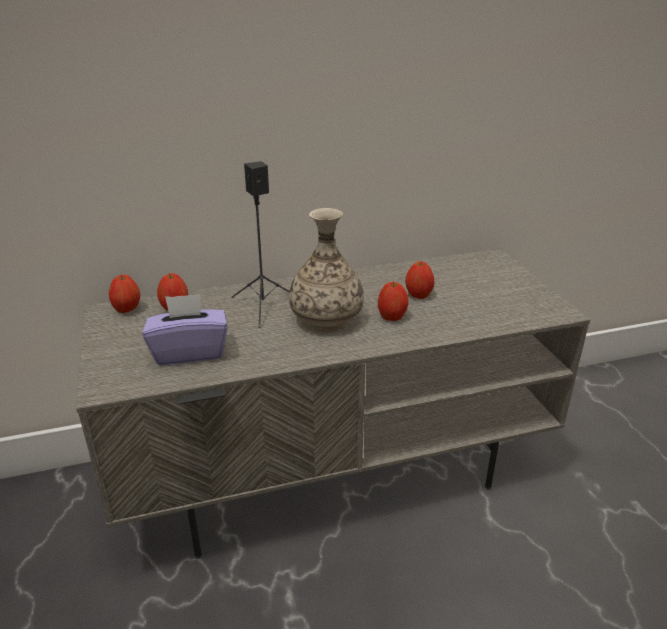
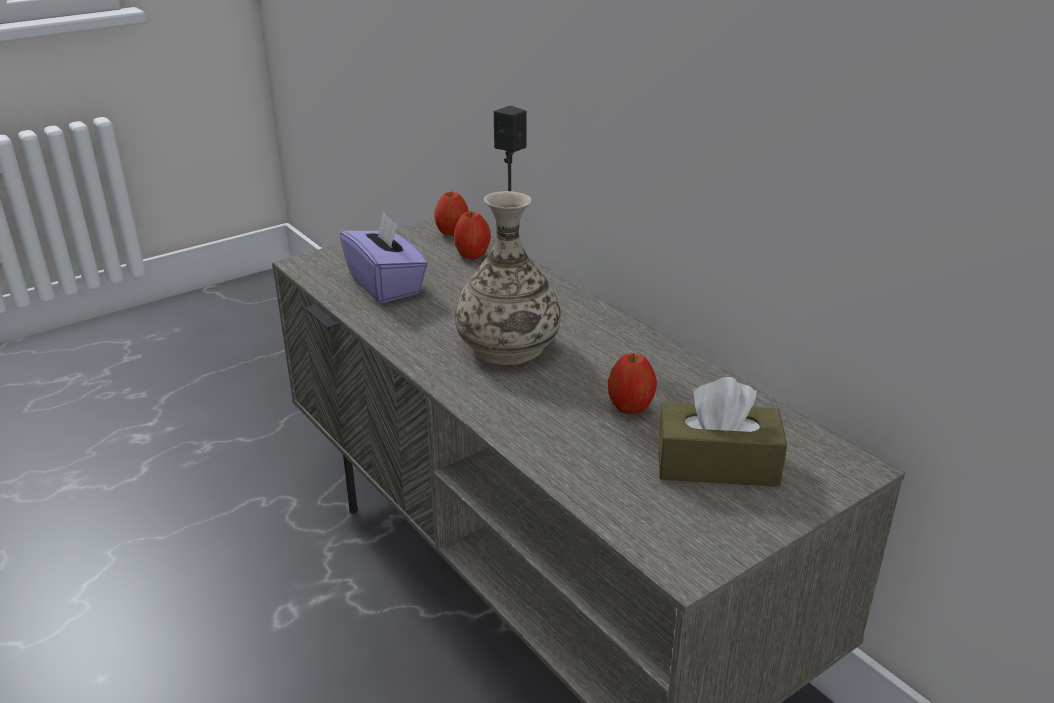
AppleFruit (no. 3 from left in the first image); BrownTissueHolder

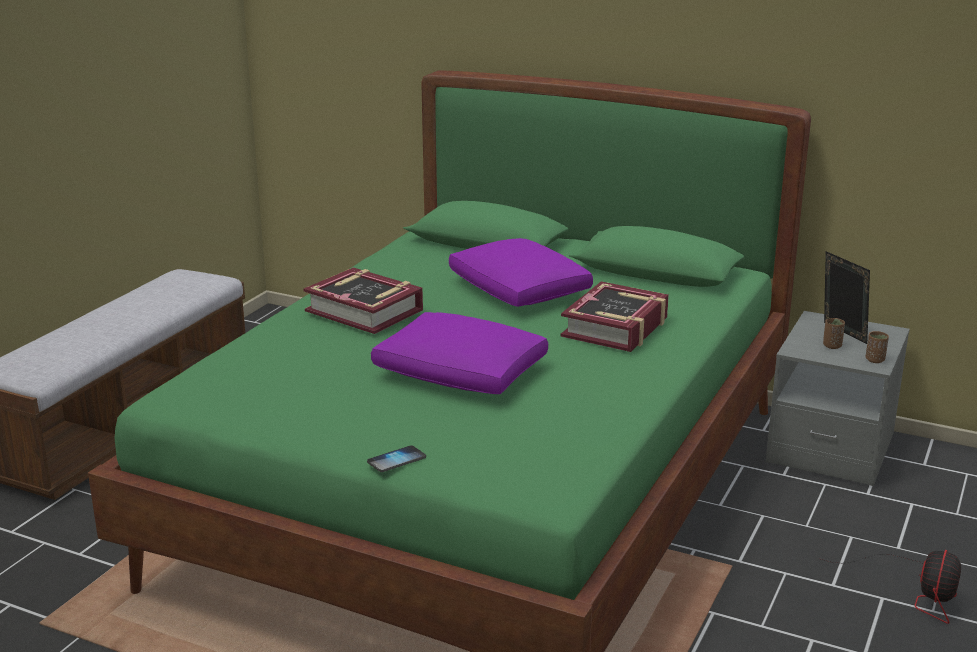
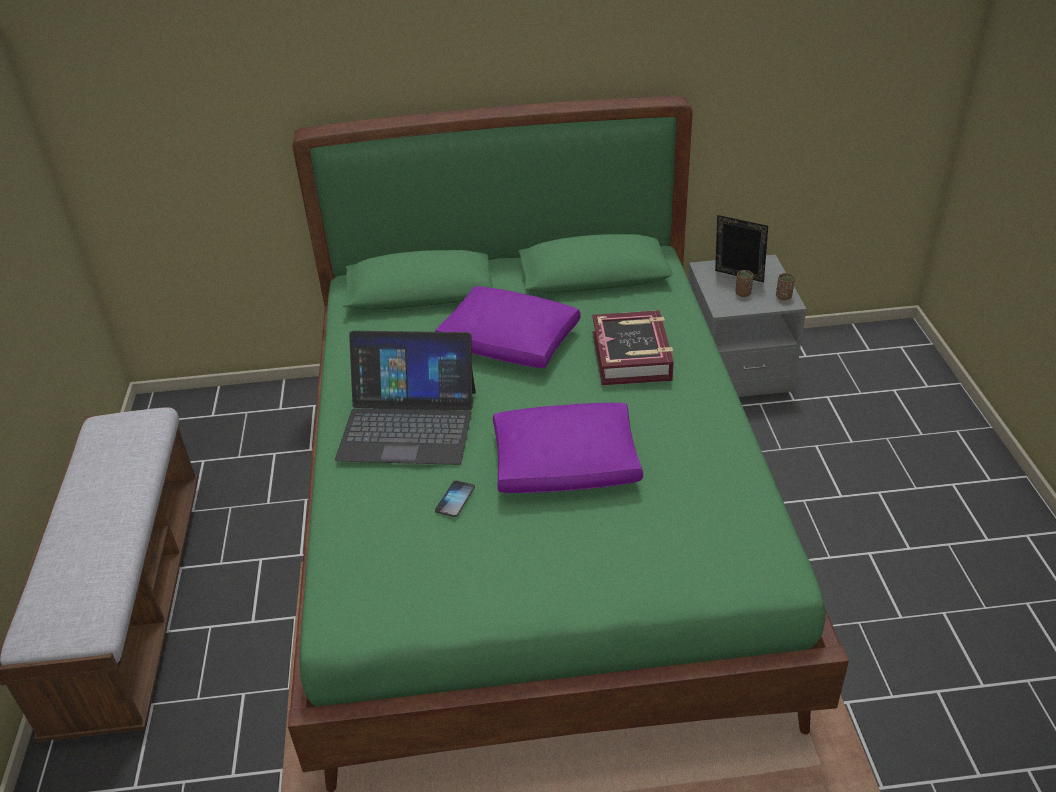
NotebookComputer; Phone; ElectricFan

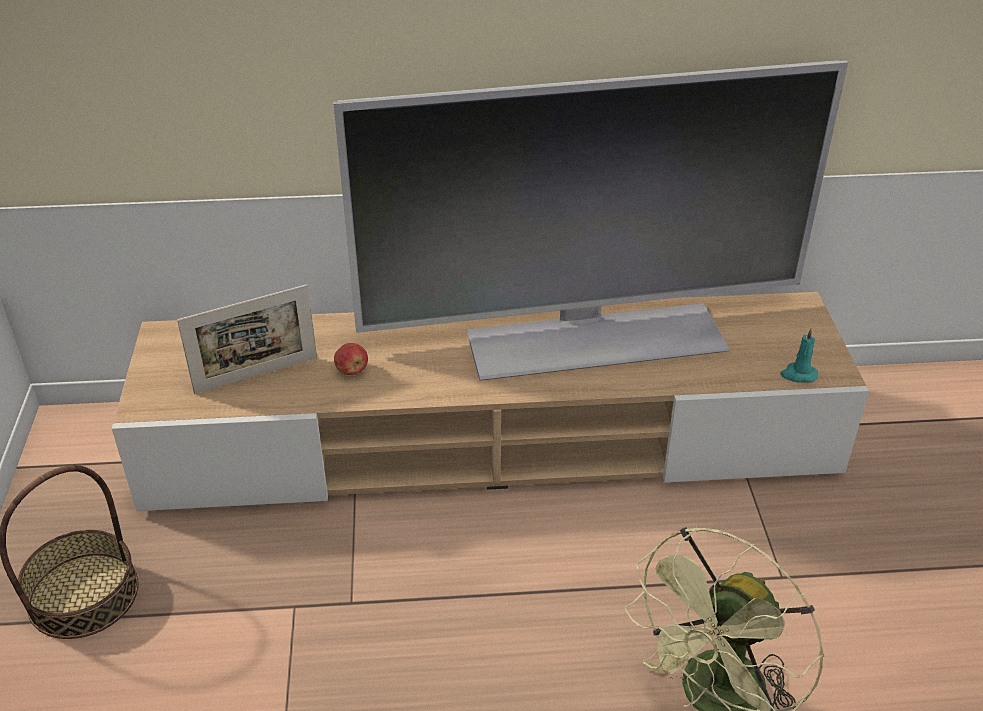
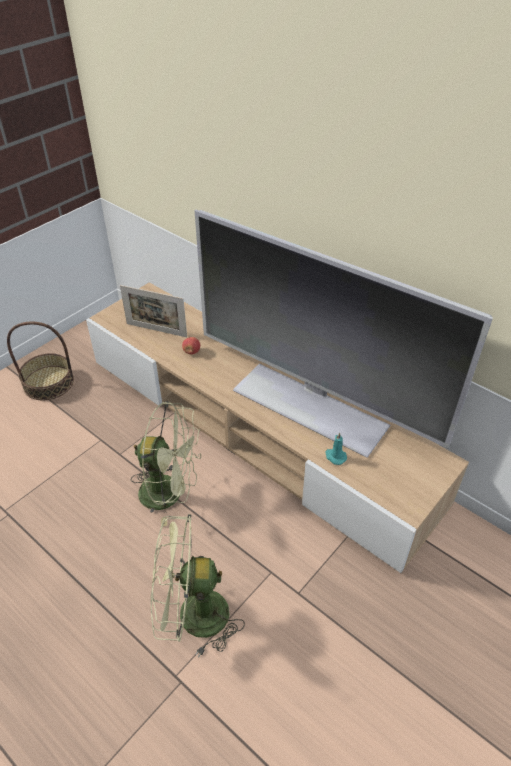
TurquoiseWaxLight; GreenColouredElectricFan (no. 1 from left)

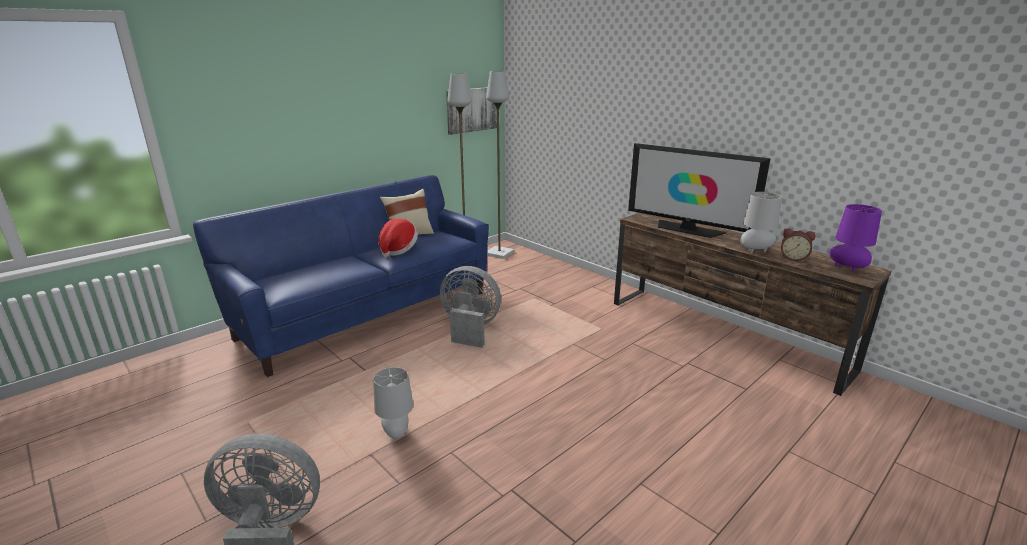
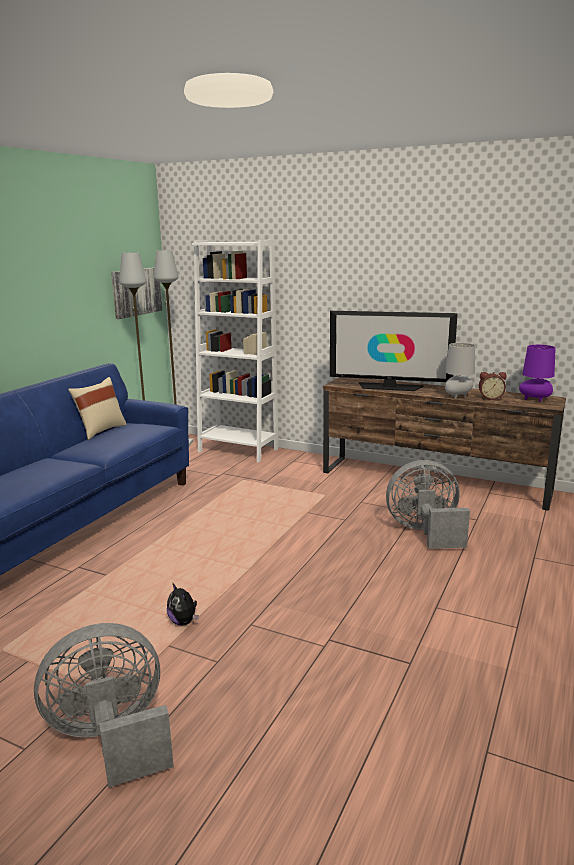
CuddlyToy; ClothingHat; GreyElectricFan (no. 2 from left); WhitishShelvingUnit

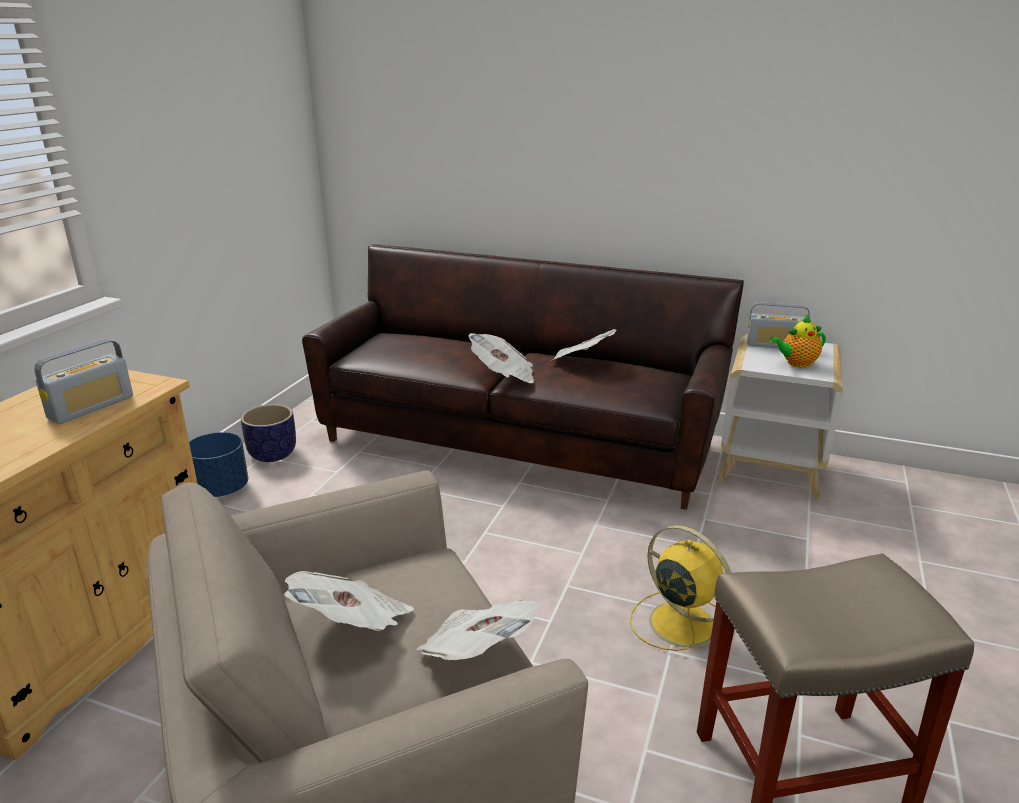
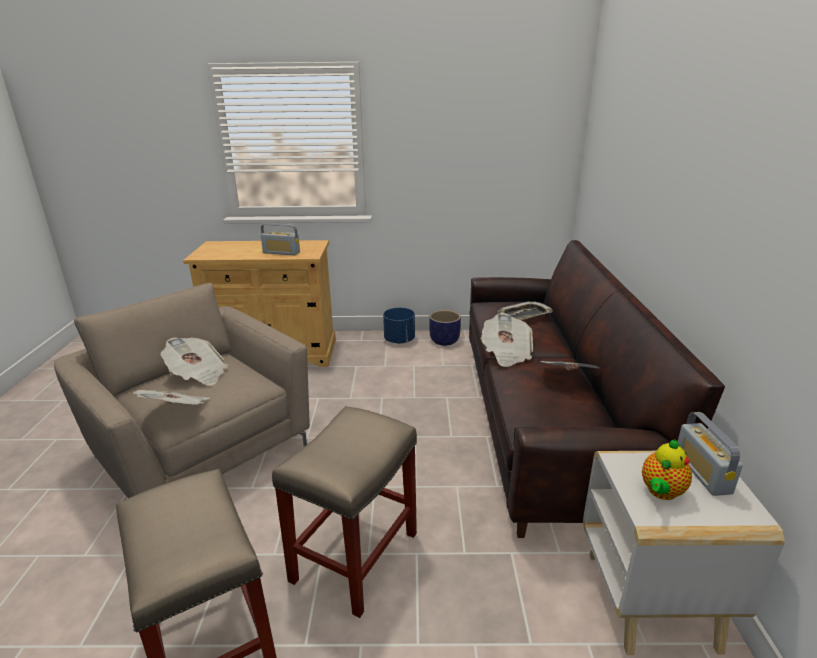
BeigeSittingStool (no. 2 from left); TeaPot; Tray

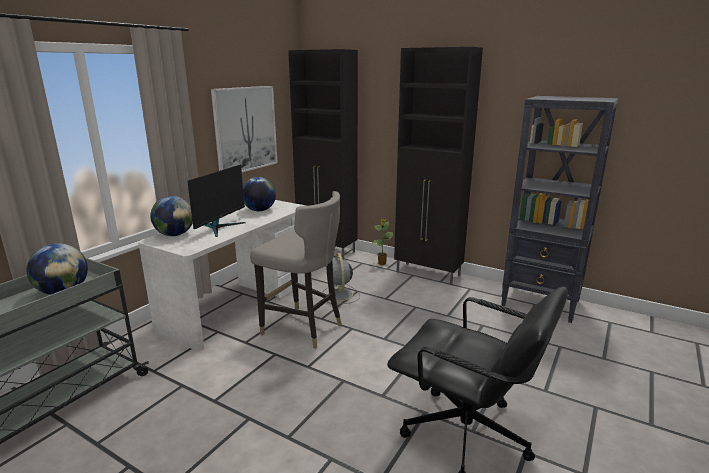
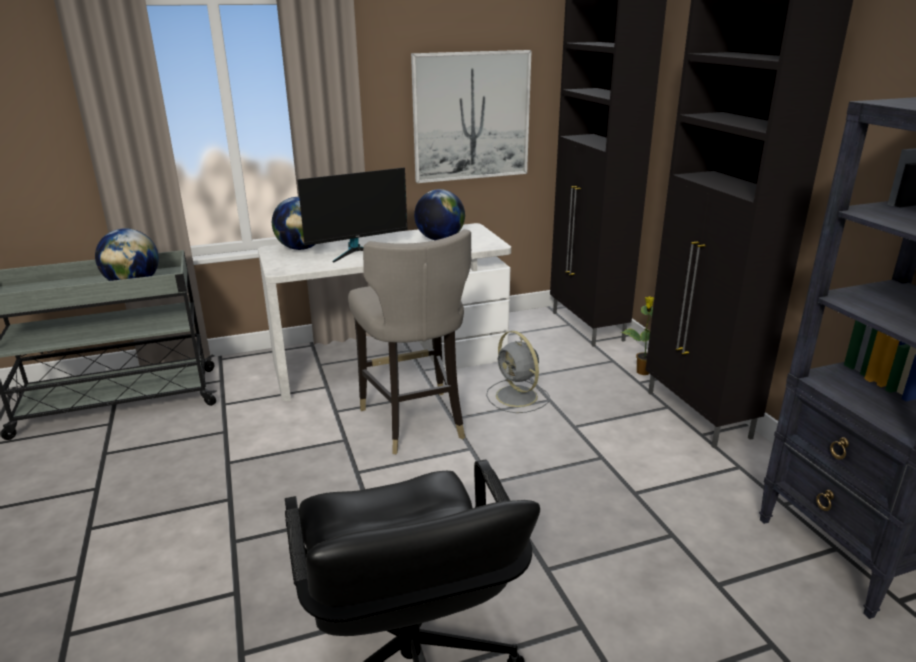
GreyElectricFan

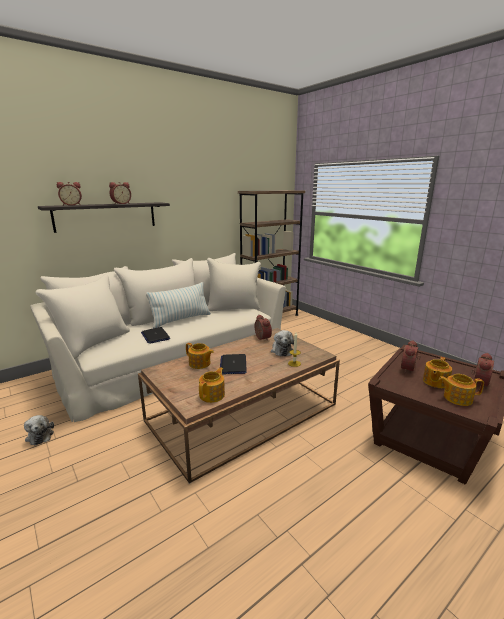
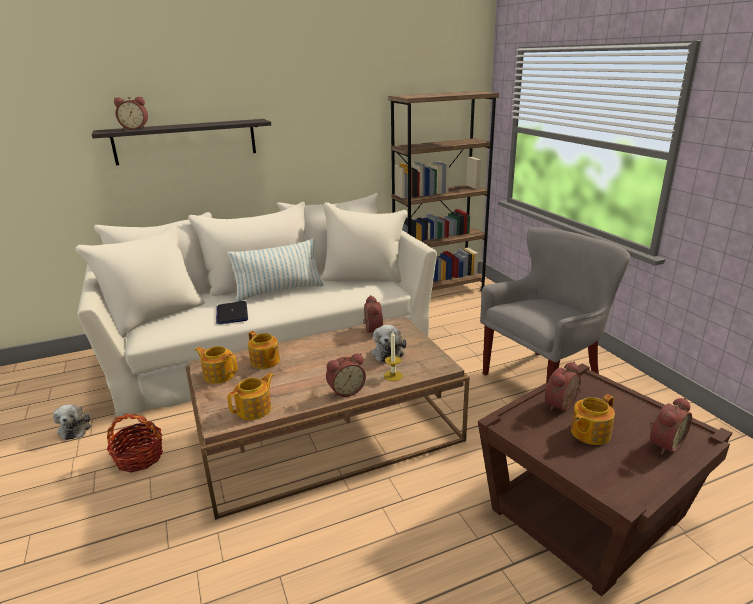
AlarmClock (no. 2 from left); NotebookComputer (no. 2 from left in the first image); TeaPot (no. 1 from left); StorageBasket; GreyLoungeChair

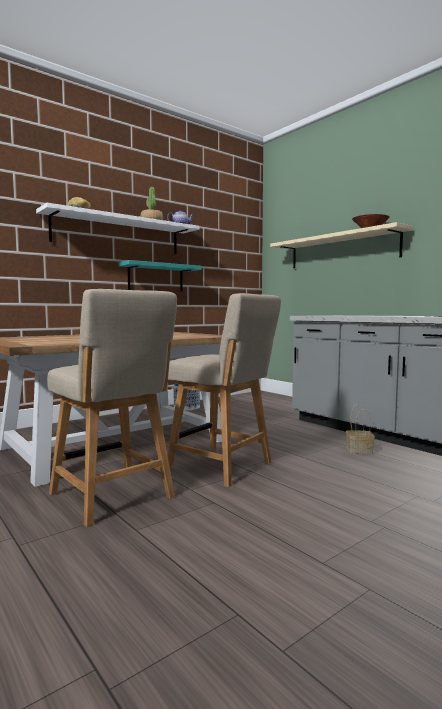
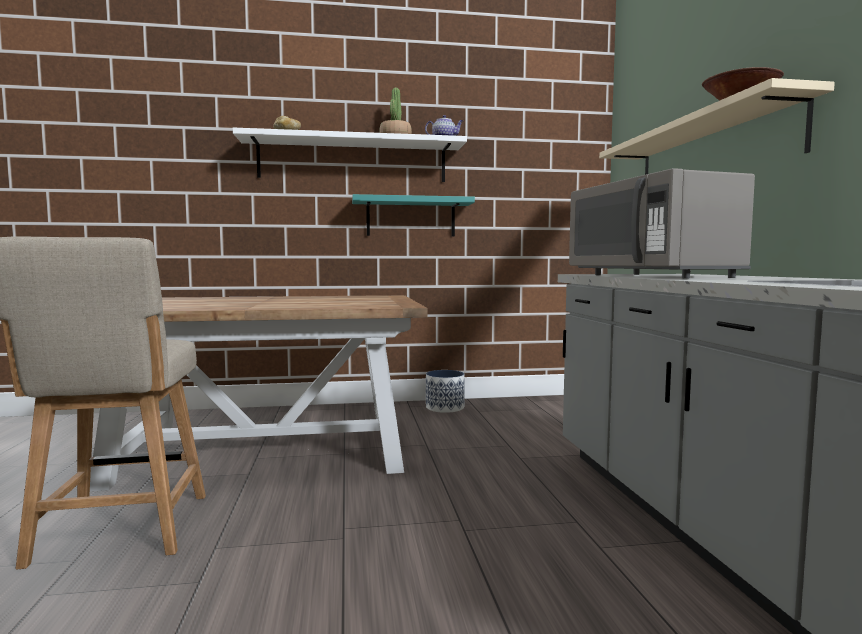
BeigeUprightChair (no. 2 from left in the first image); StorageBasket; GreyMicrowave

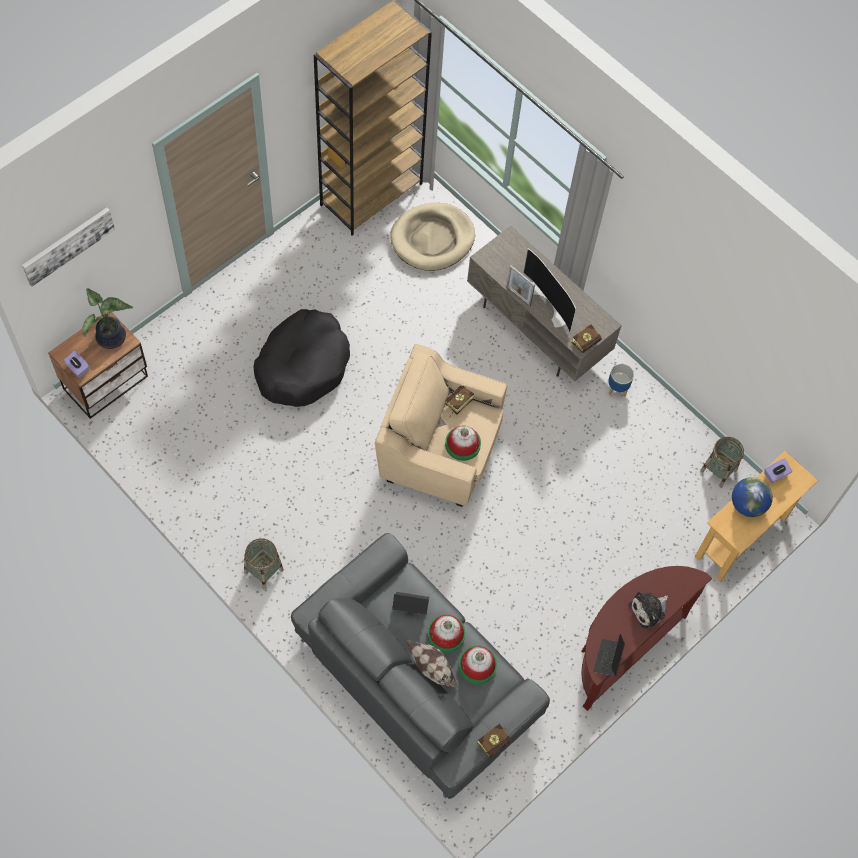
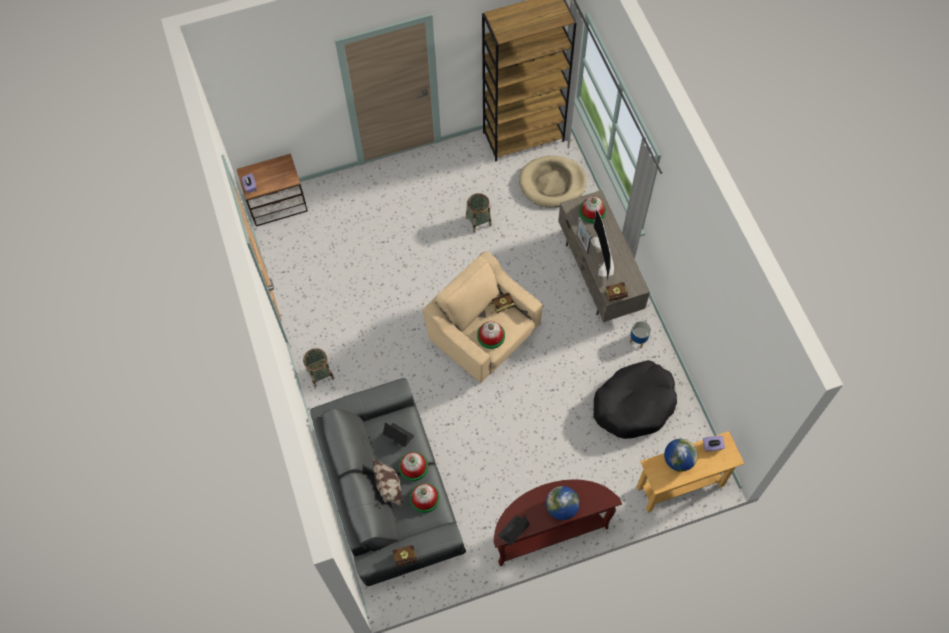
Picture; Houseplant; BlackColouredPetBed; DeskGlobe (no. 1 from left); StorageBasket (no. 2 from left); ClothingHat (no. 4 from left)

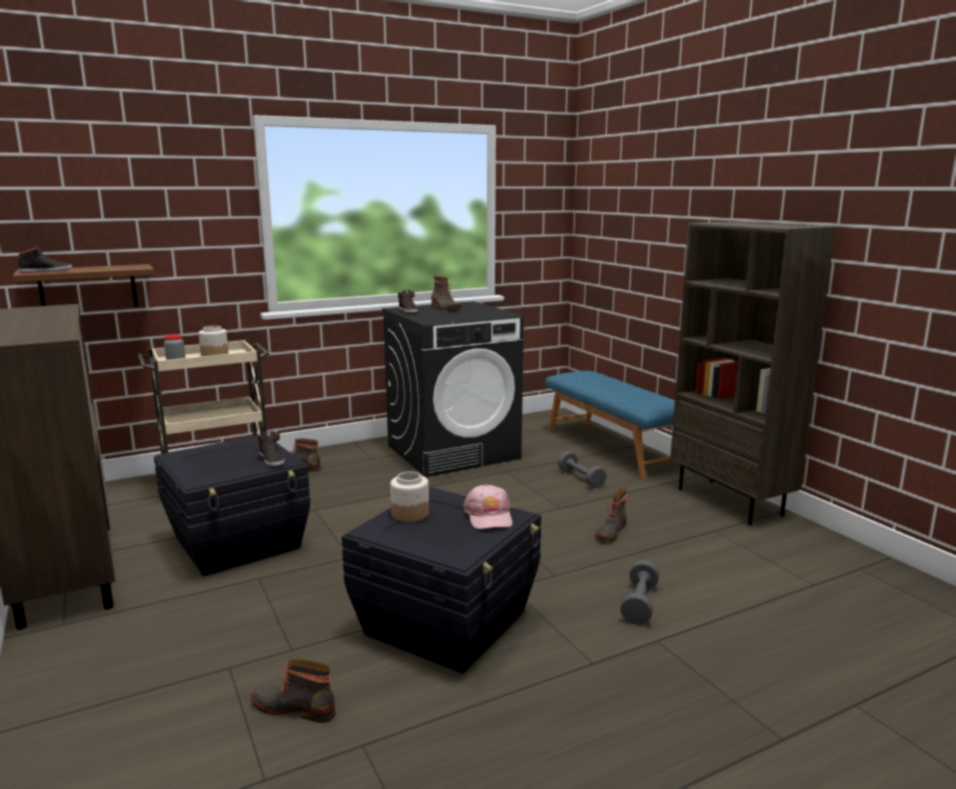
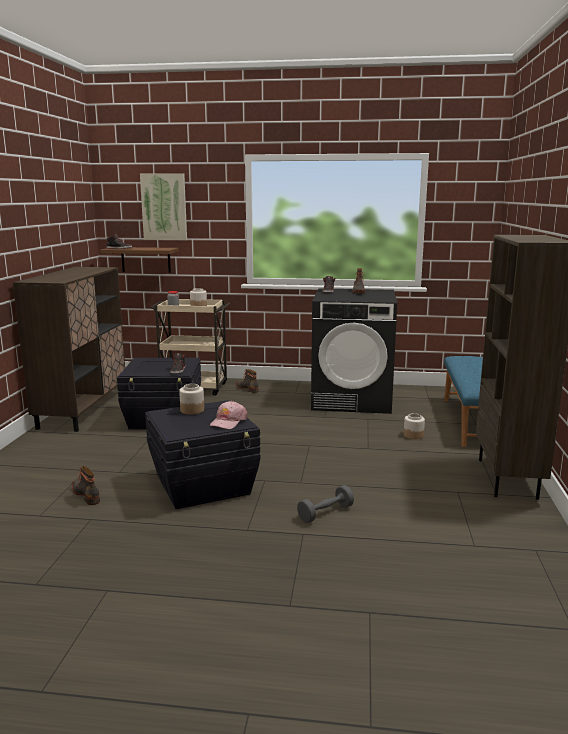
PreserveJar (no. 4 from left); HighTopBoot (no. 4 from left in the first image); Picture

